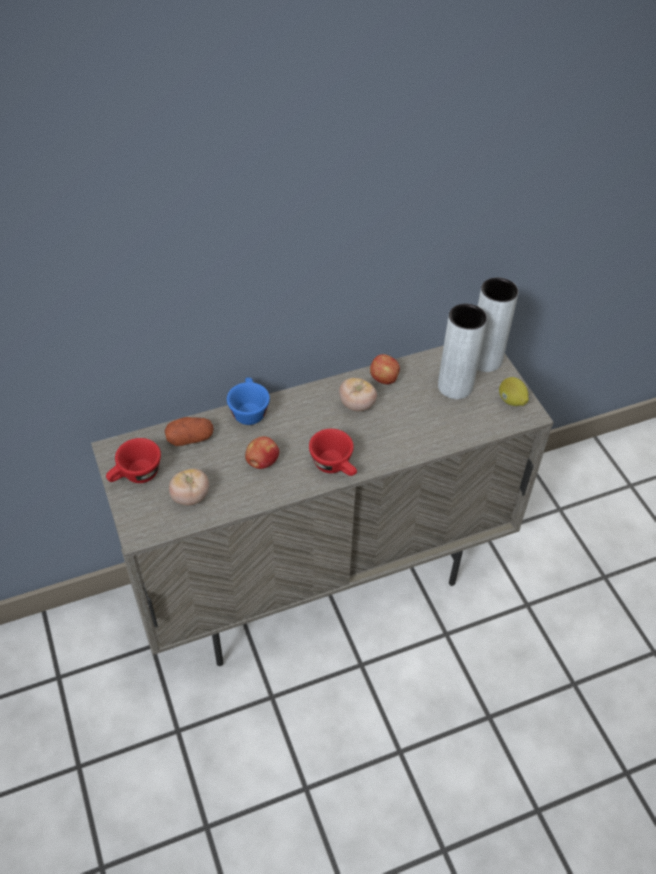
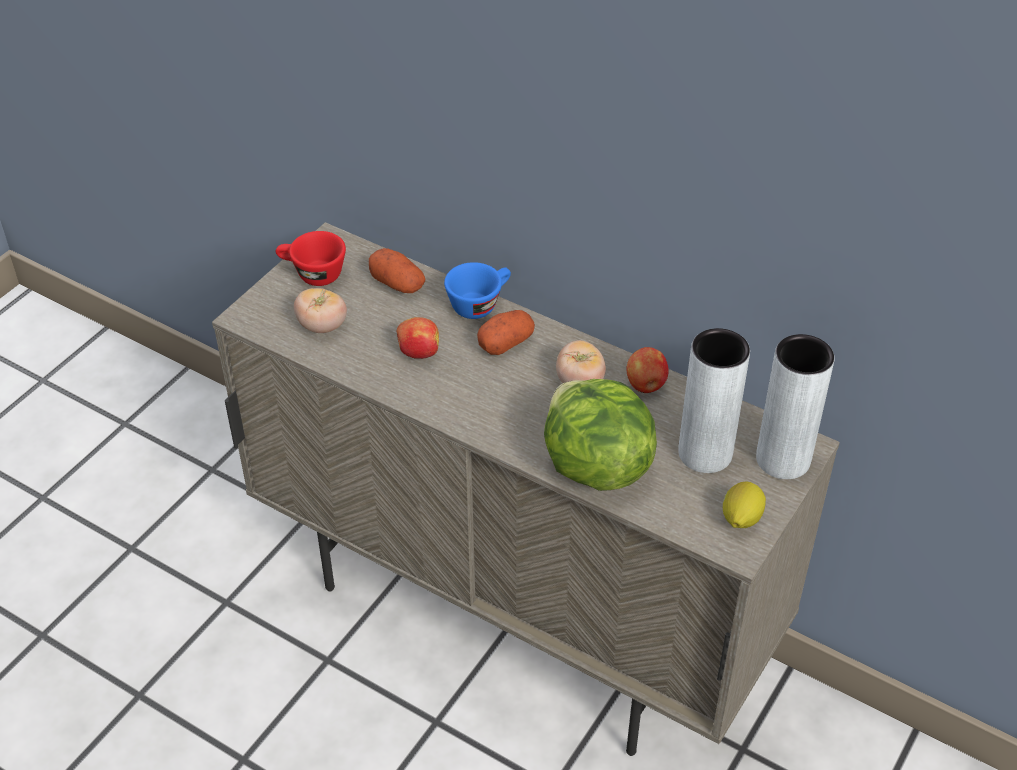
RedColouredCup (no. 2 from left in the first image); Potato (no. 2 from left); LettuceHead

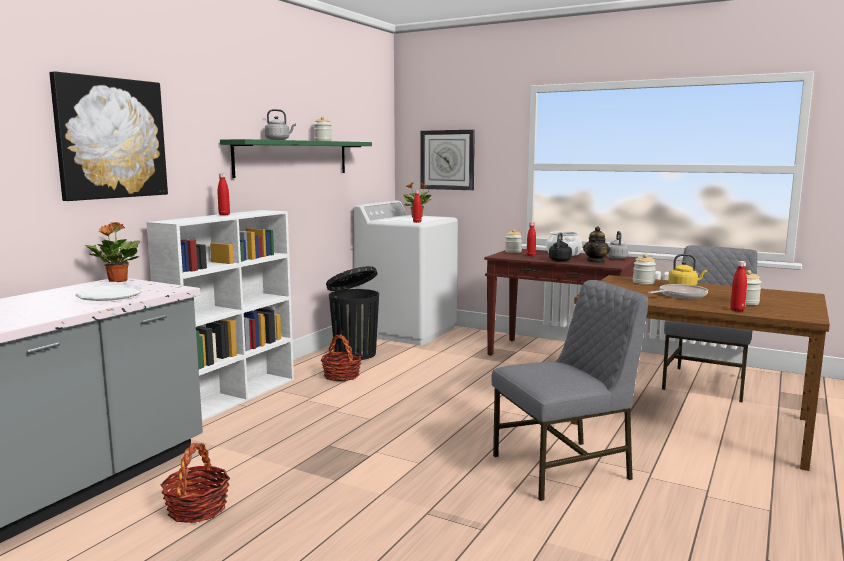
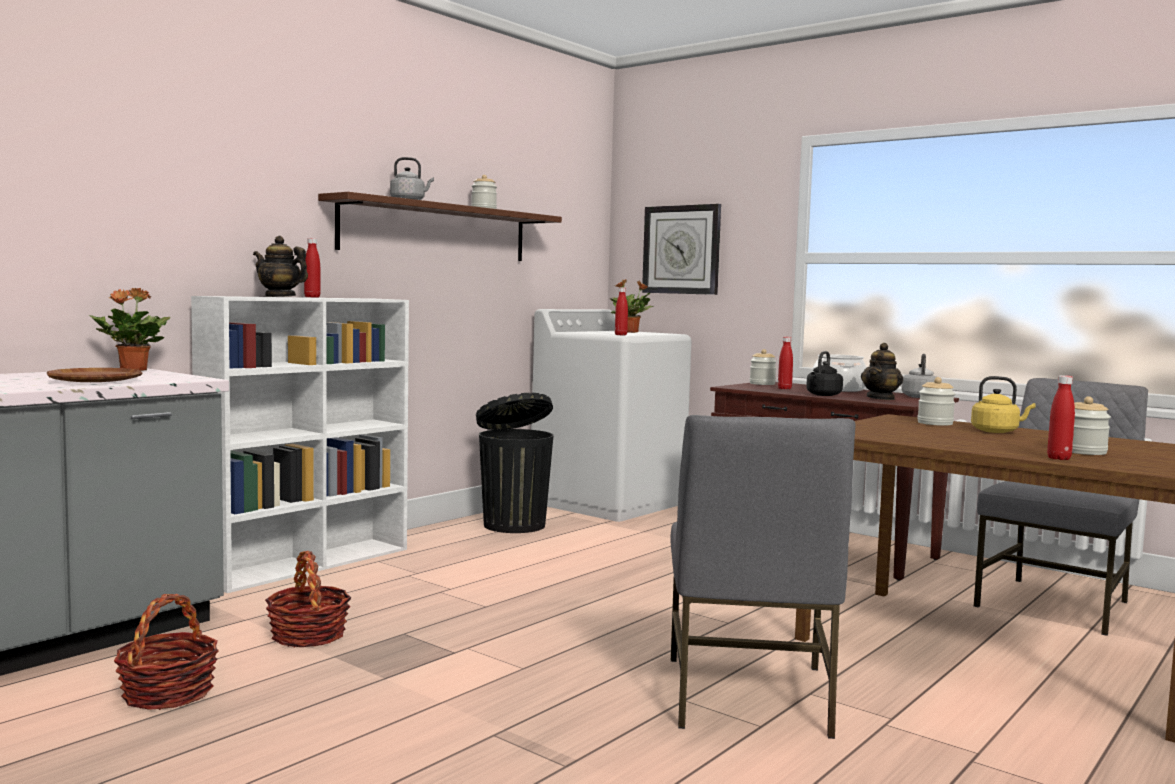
Picture; BrownPlate; BrownShelf; StorageBasket (no. 2 from left); GreyUprightChair (no. 1 from left); Skillet; TeaPot (no. 1 from left)

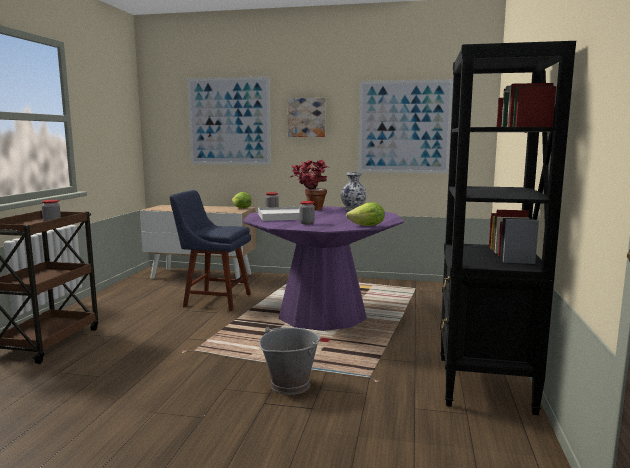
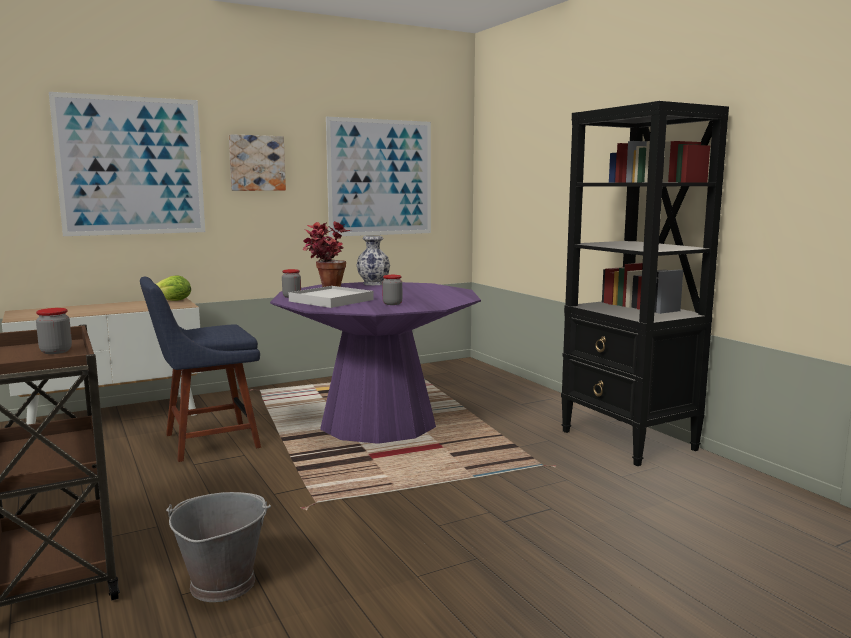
GreyWaterBucket; LettuceHead (no. 2 from left in the first image)

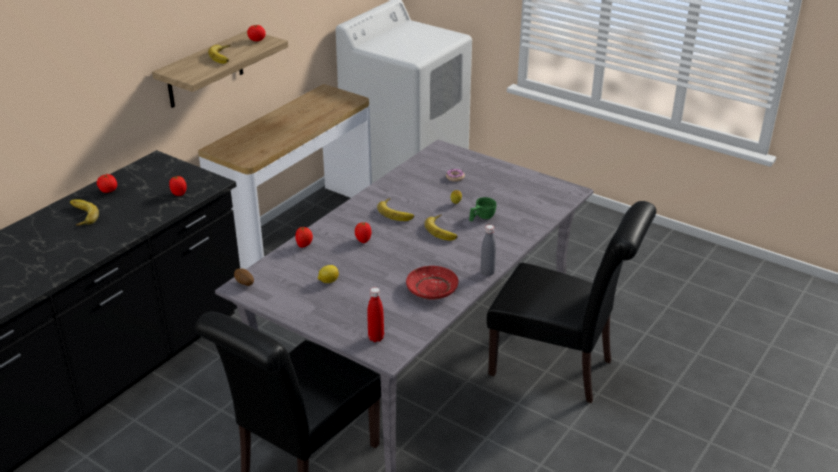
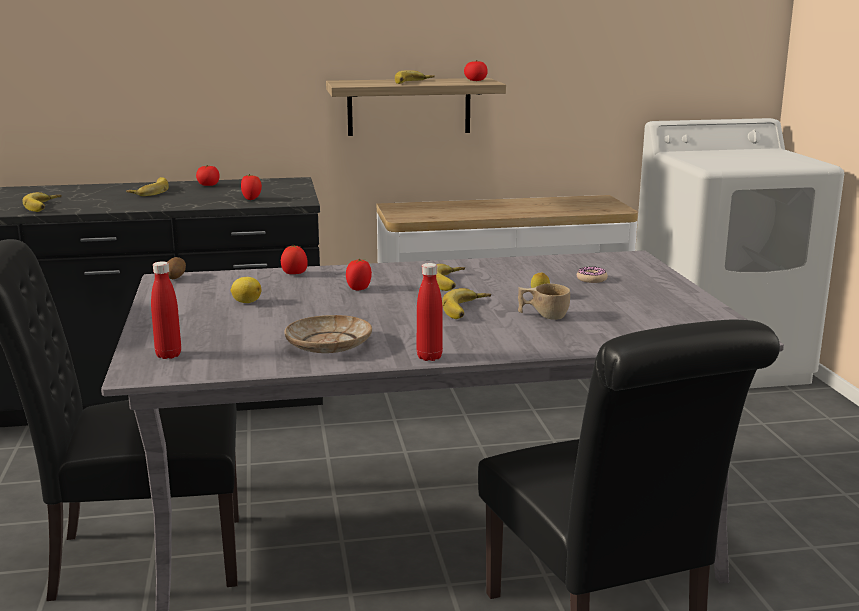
BeigePlate; BeigeCup; RedColouredDrinkBottle (no. 2 from left); Banana (no. 1 from left)

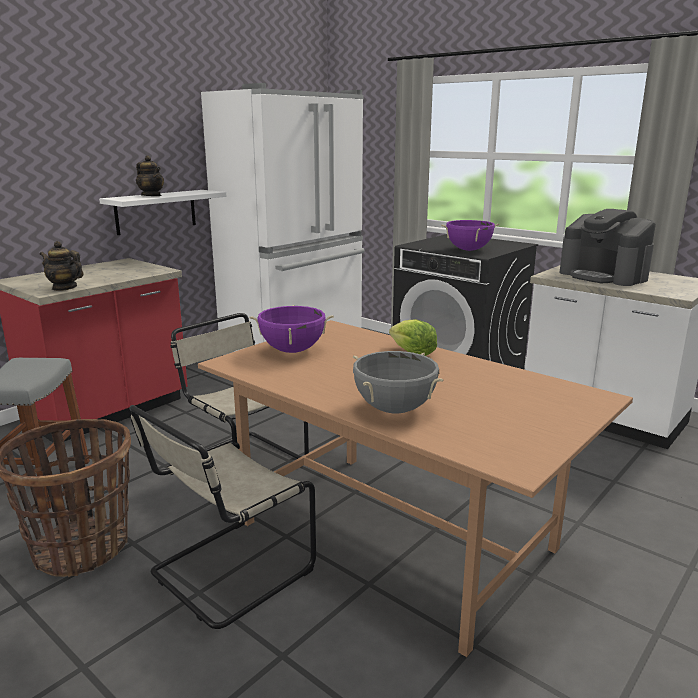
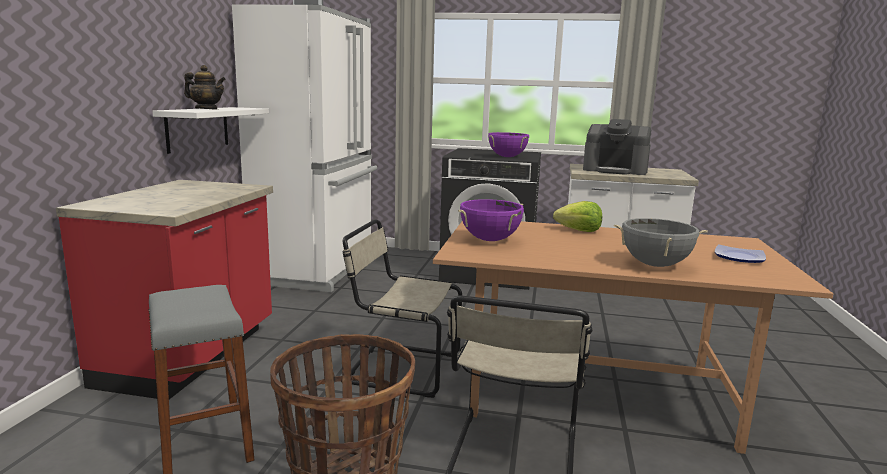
TeaPot (no. 1 from left in the first image); Plate

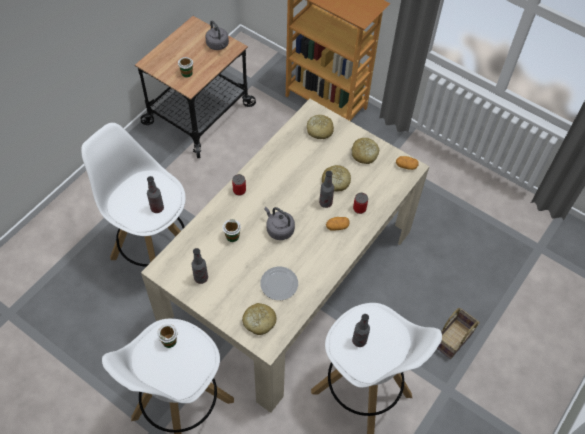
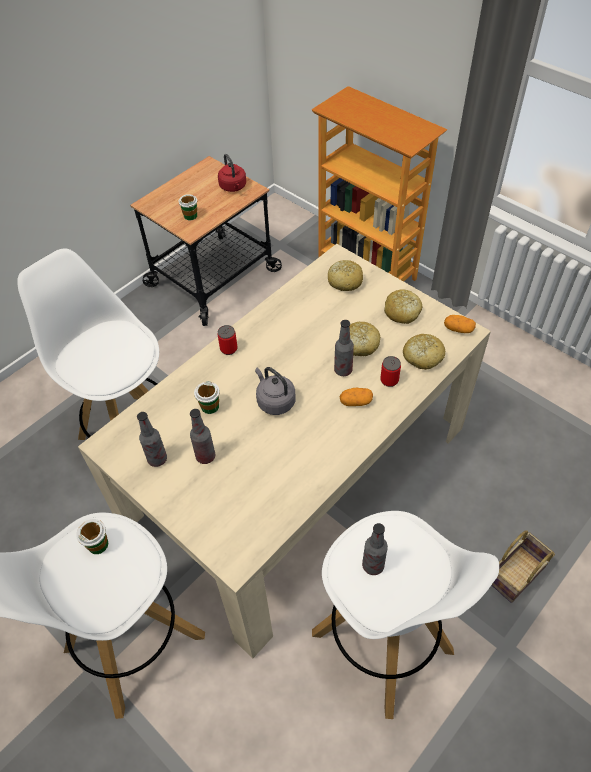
DrinkBottle (no. 2 from left); RedColouredKettle; BakeryBread (no. 4 from left); Plate

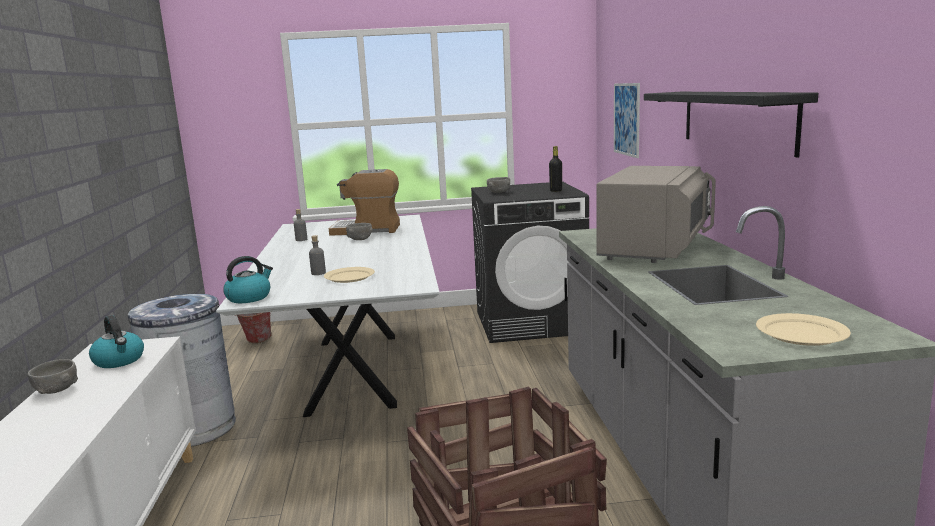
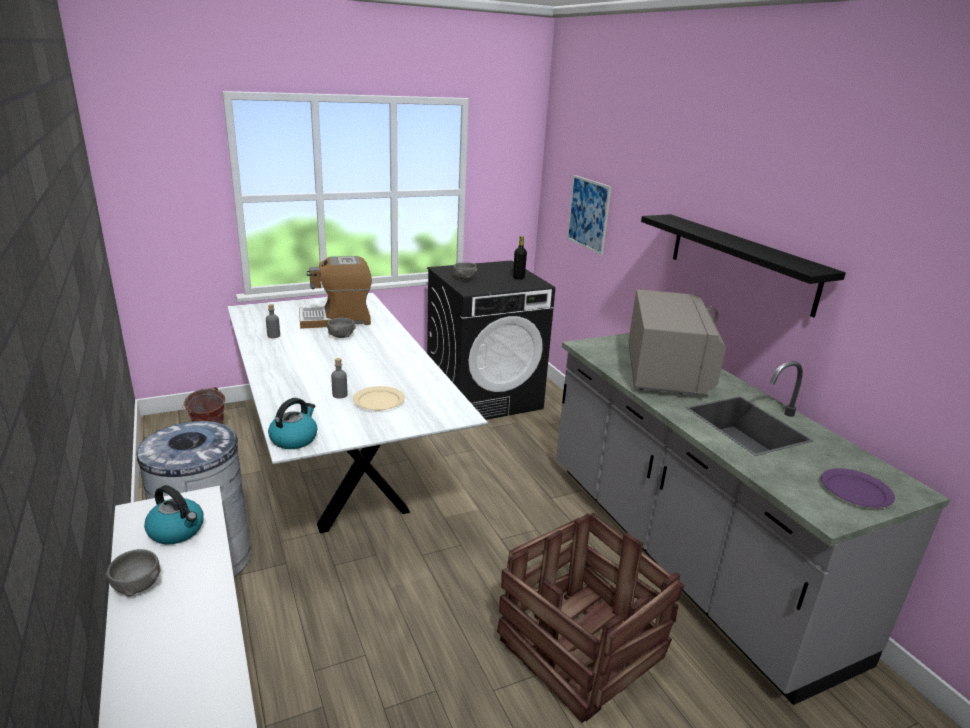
PurplishPlate

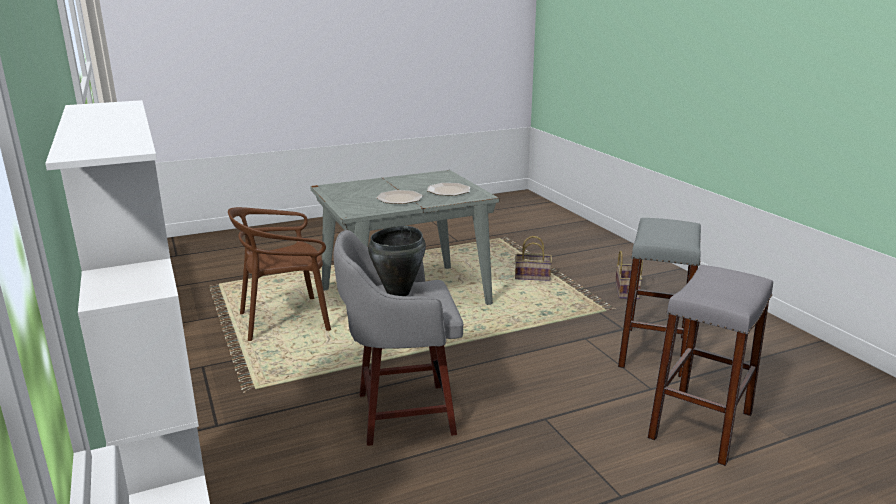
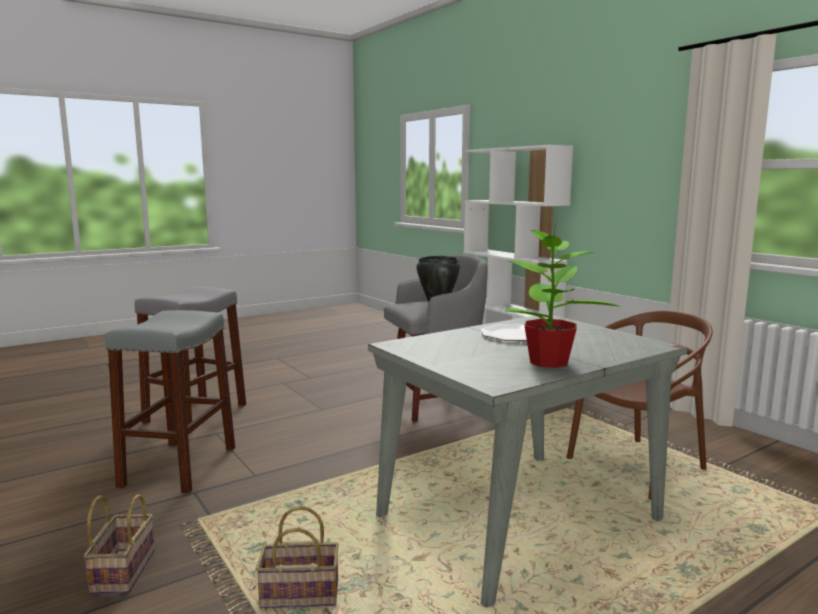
Plate (no. 2 from left in the first image); Houseplant

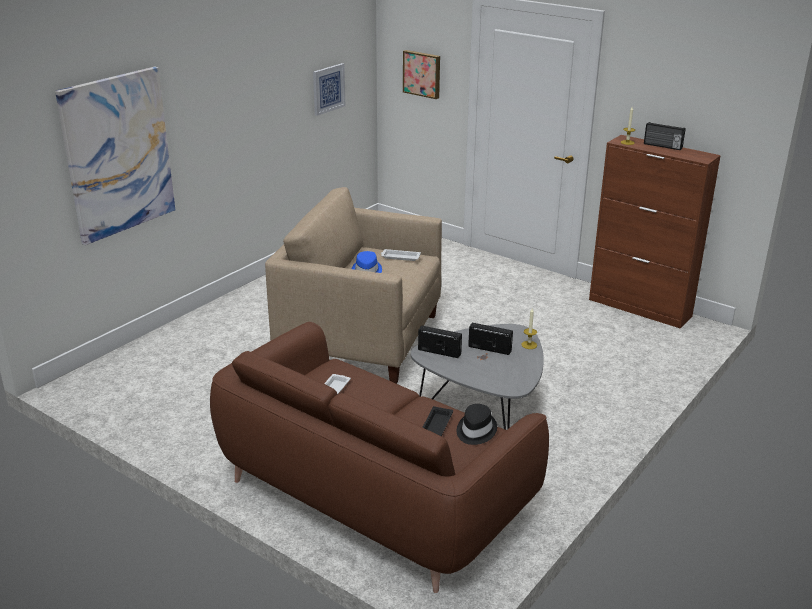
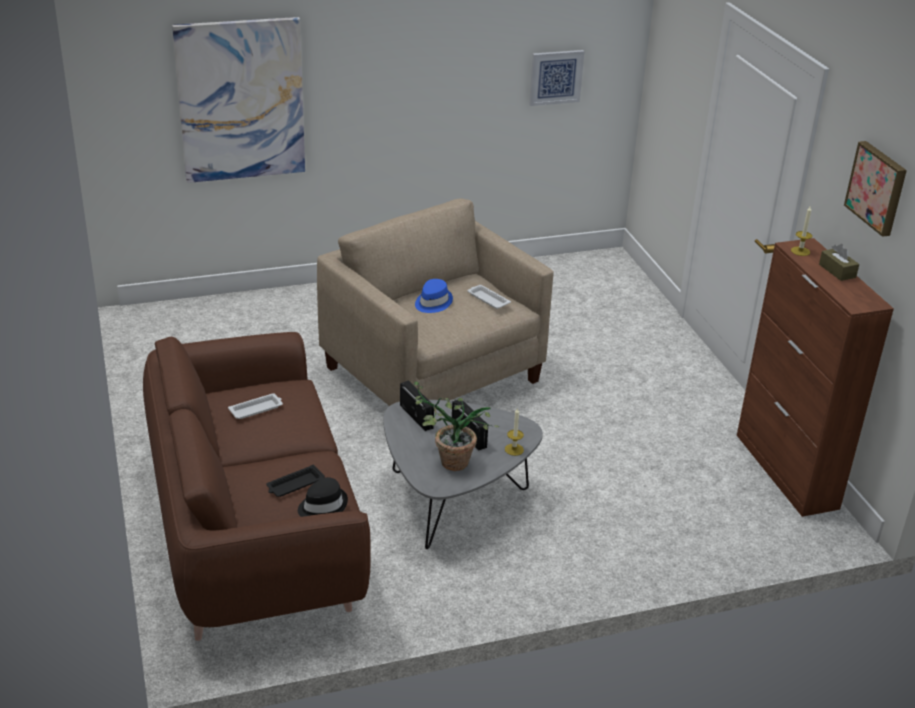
Picture (no. 3 from left); BrownTissueHolder; Houseplant

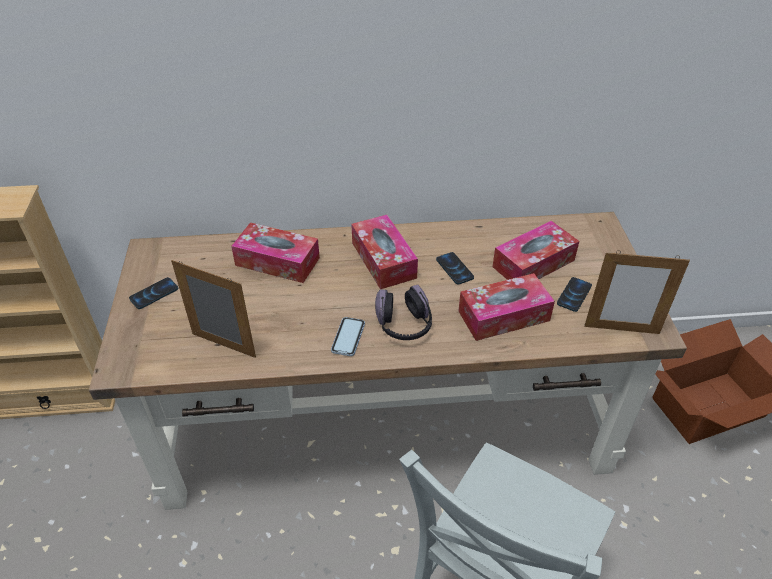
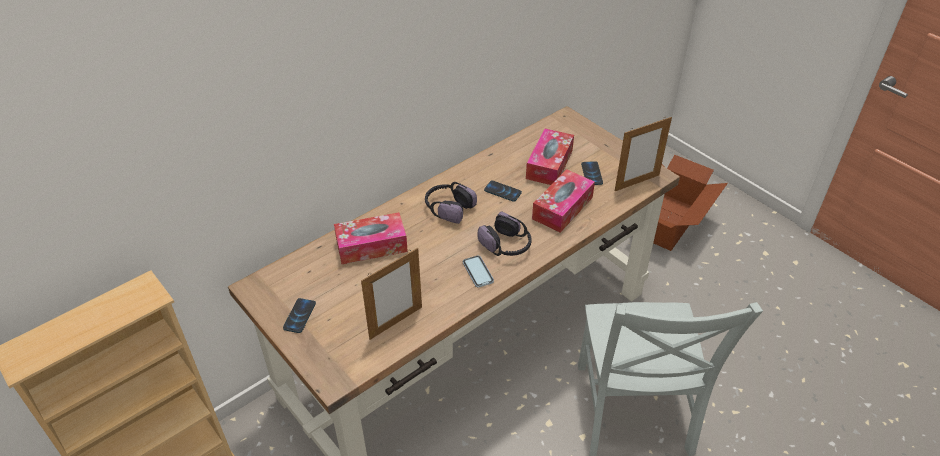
PictureFrame (no. 1 from left); Headset (no. 1 from left)

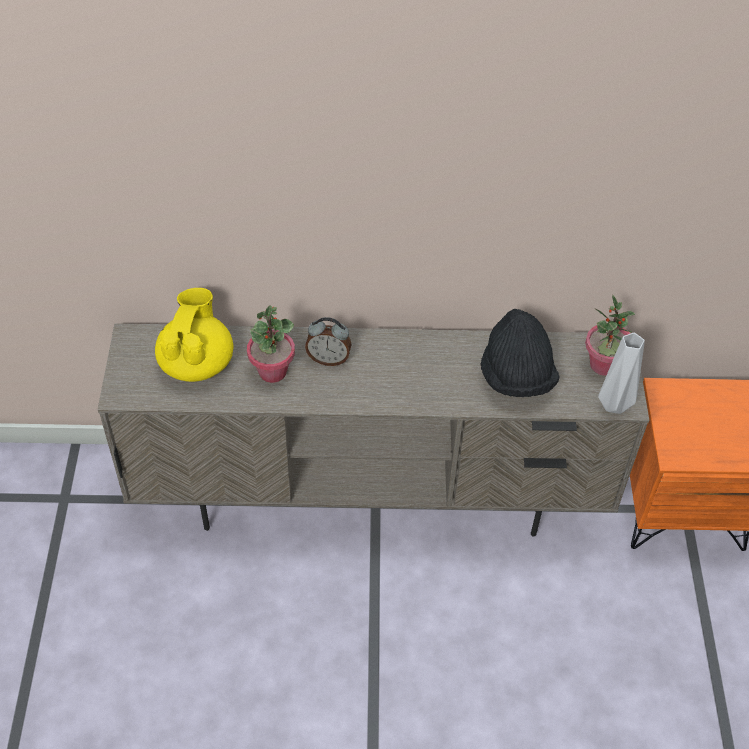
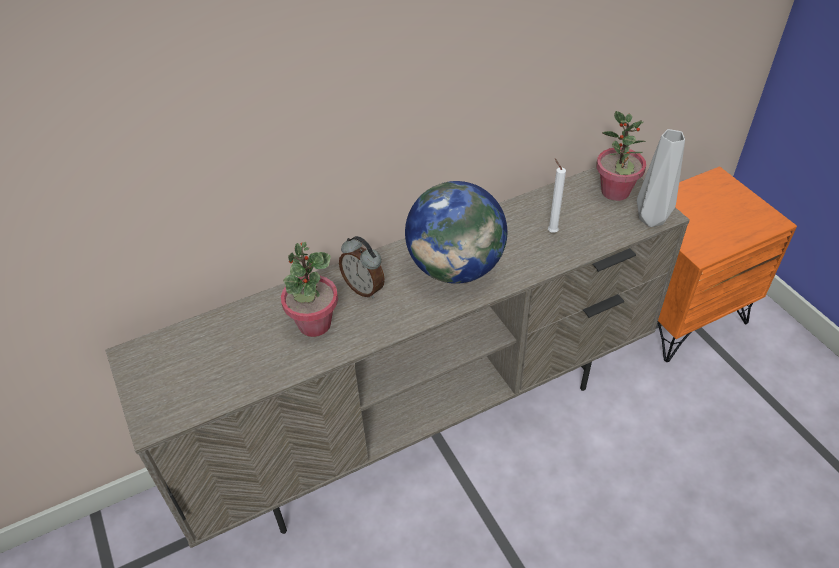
YellowTeaPot; AlarmClock; WhitishWaxLight; DeskGlobe

